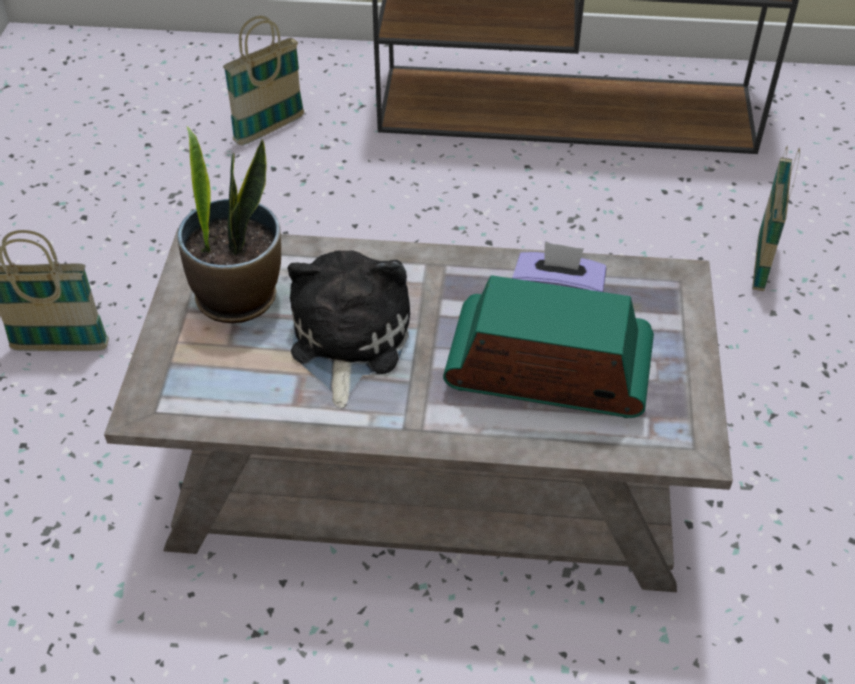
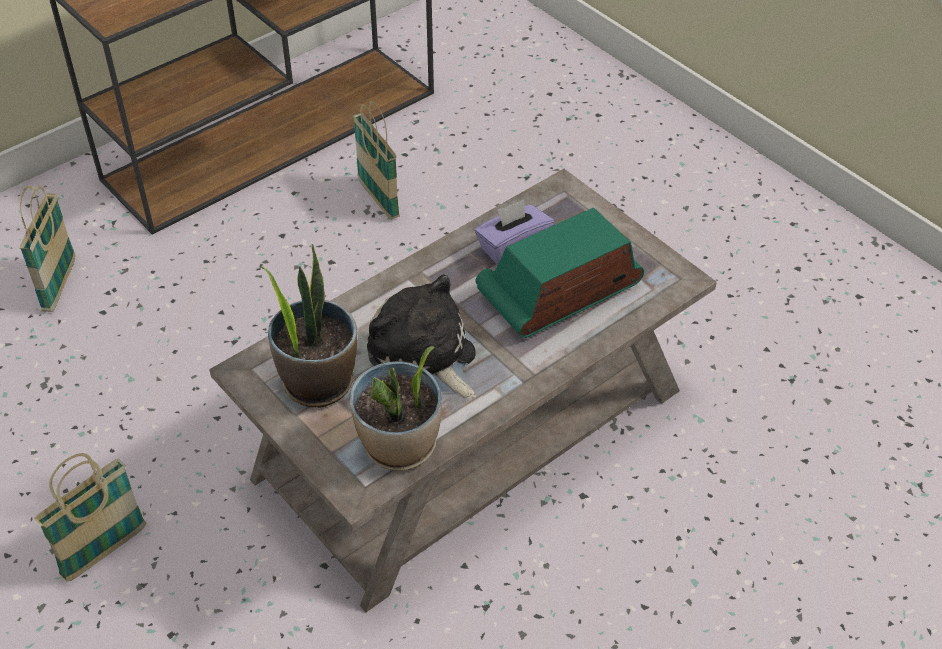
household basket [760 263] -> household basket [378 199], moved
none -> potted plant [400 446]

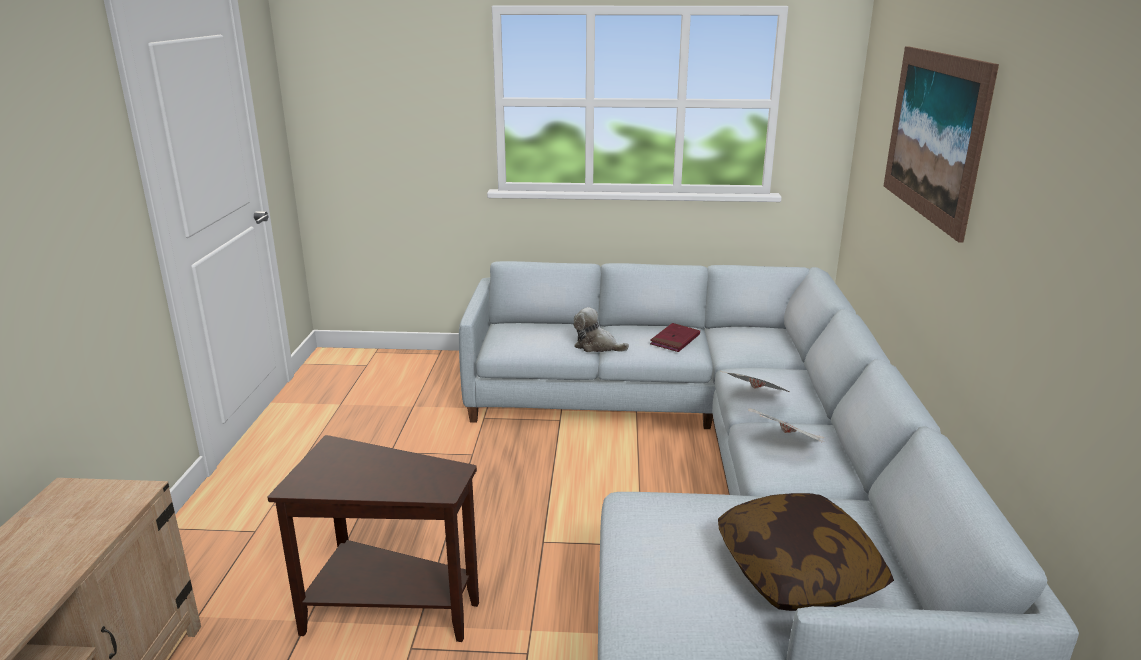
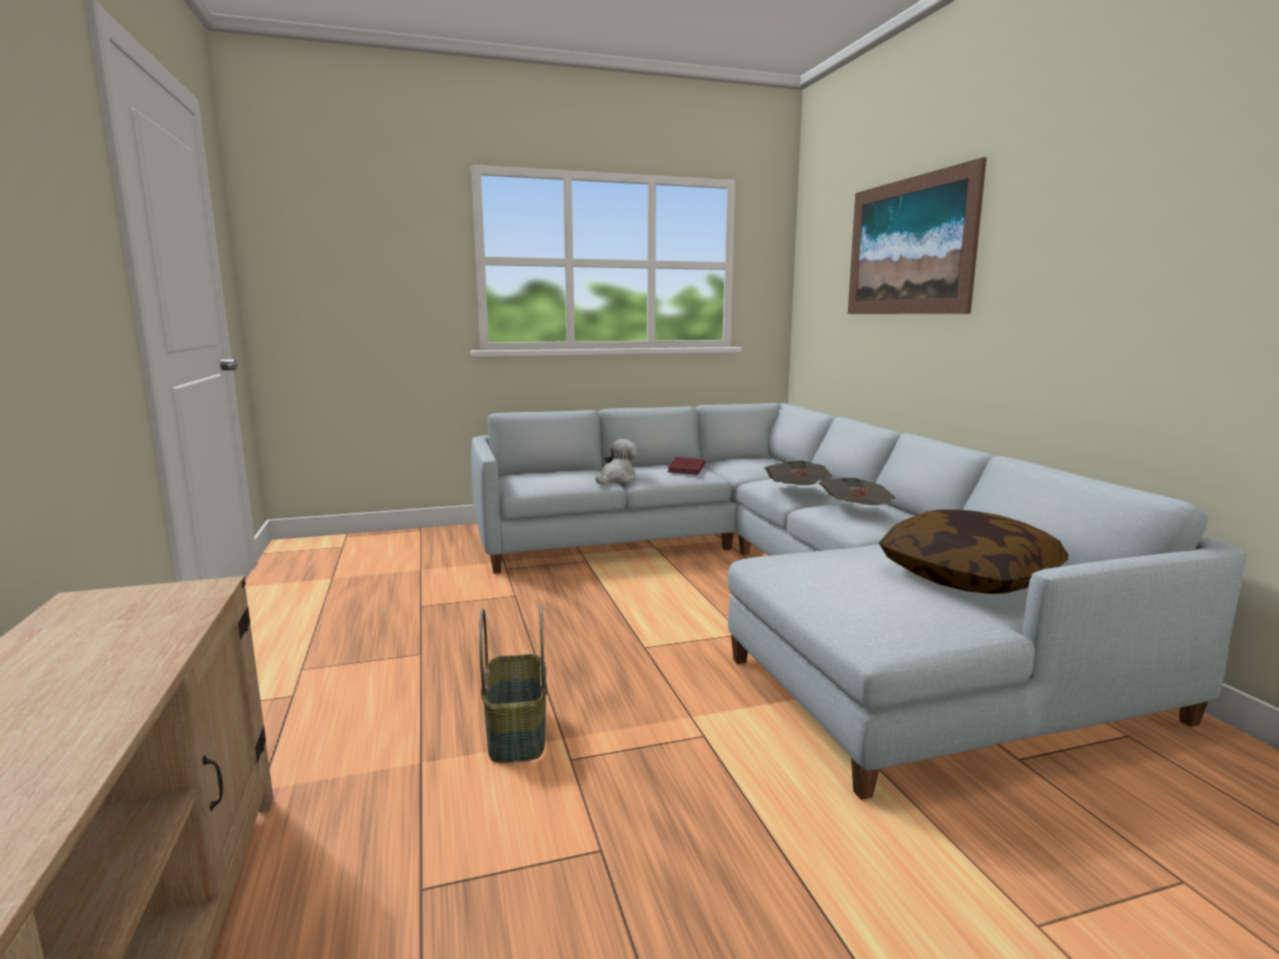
plush toy [597 346] -> plush toy [617 479], 120 degrees clockwise
brown-coloured end table [386 610] -> household basket [515 732]

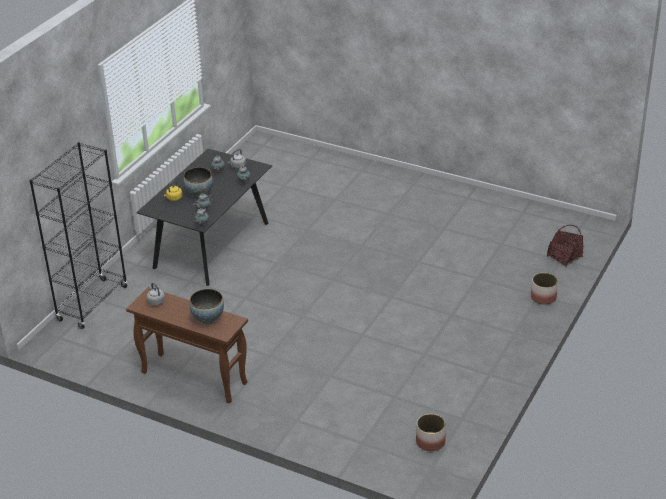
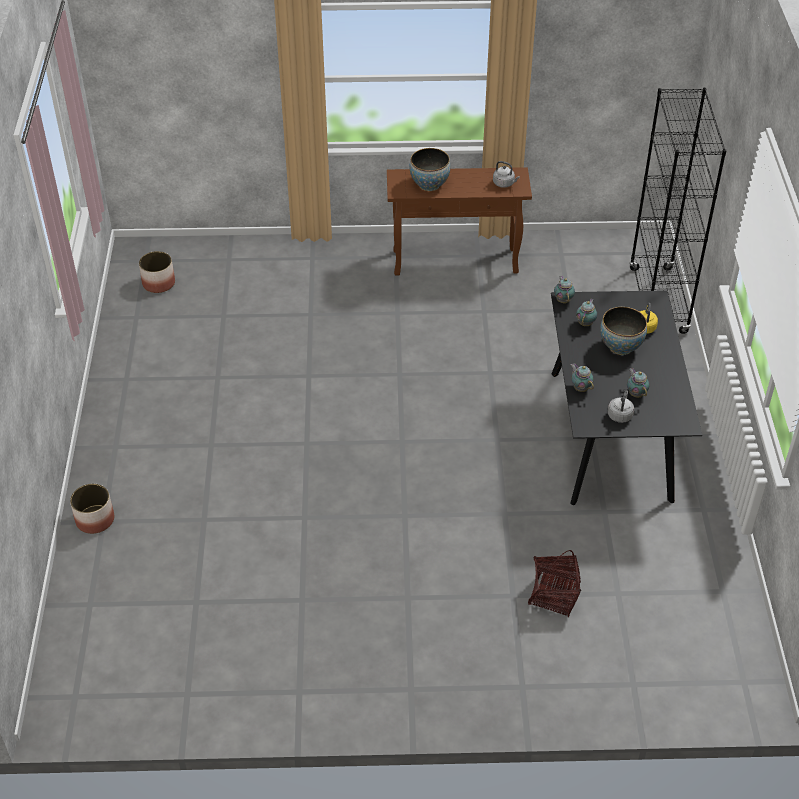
household basket [564 256] -> household basket [553 595], moved

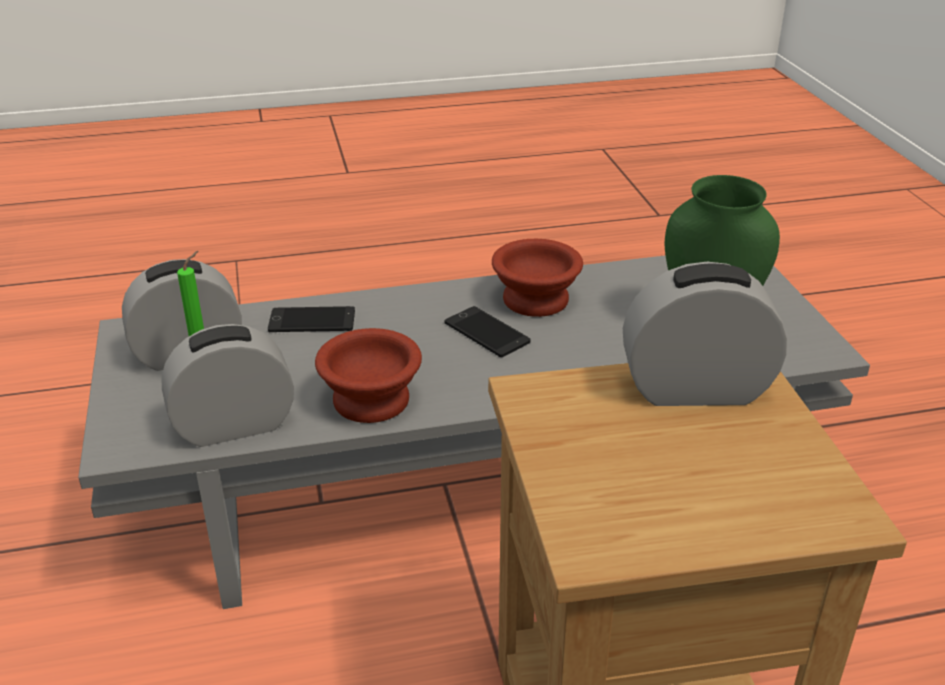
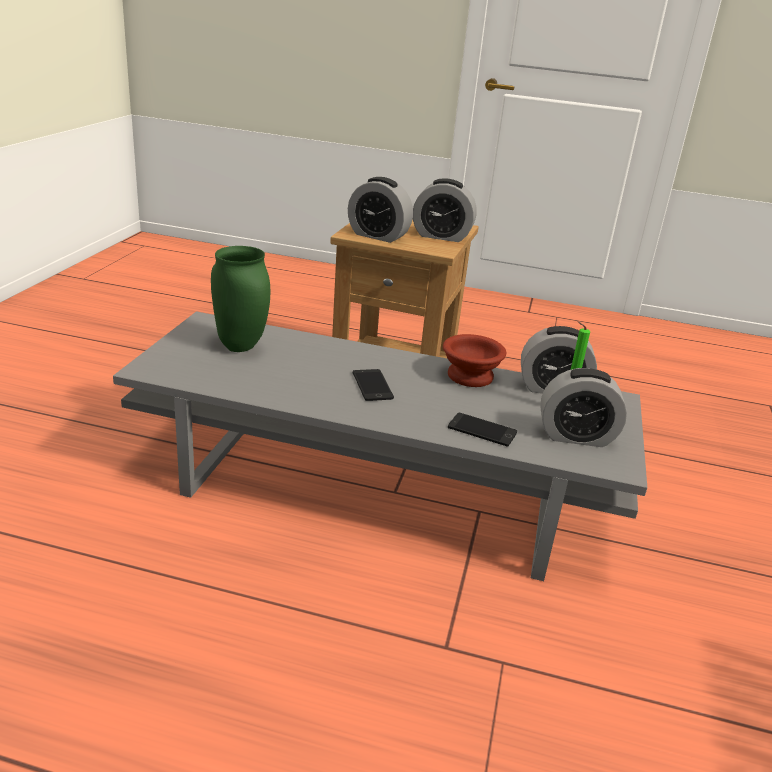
brown-coloured bowl [534 301] -> none
none -> table clock [441 236]

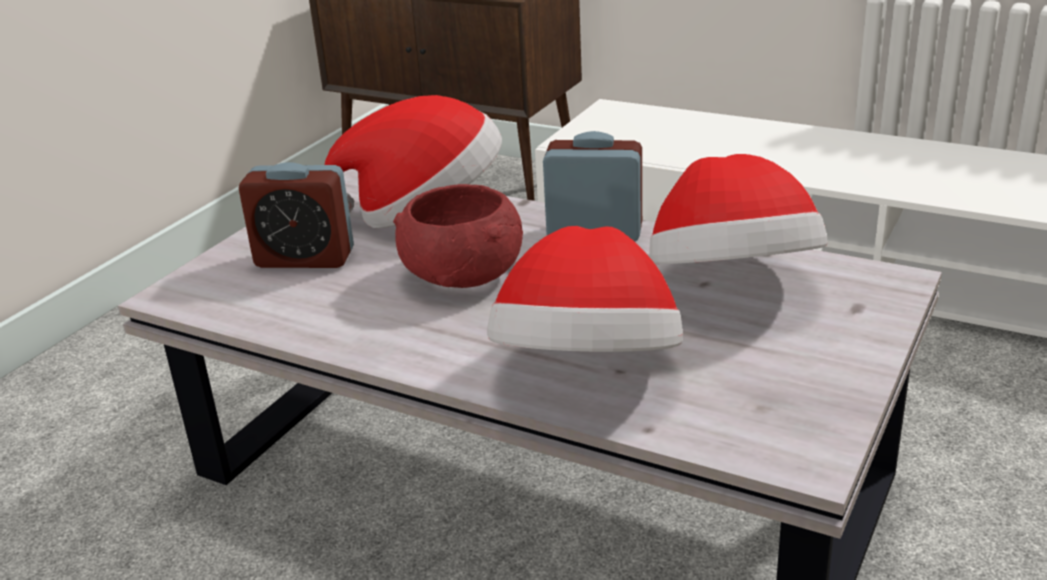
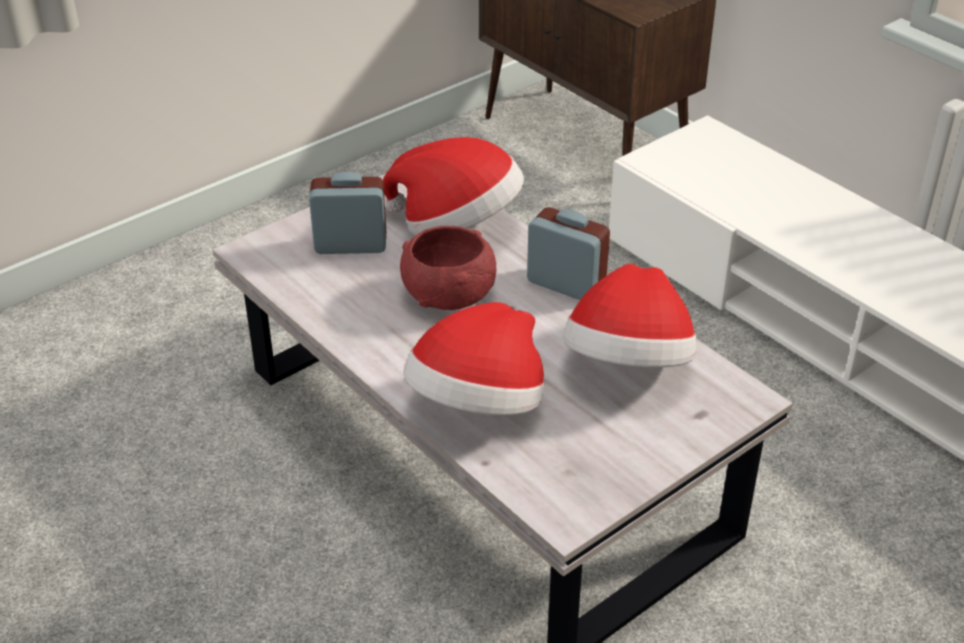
table clock [305 258] -> table clock [350 244], 150 degrees clockwise

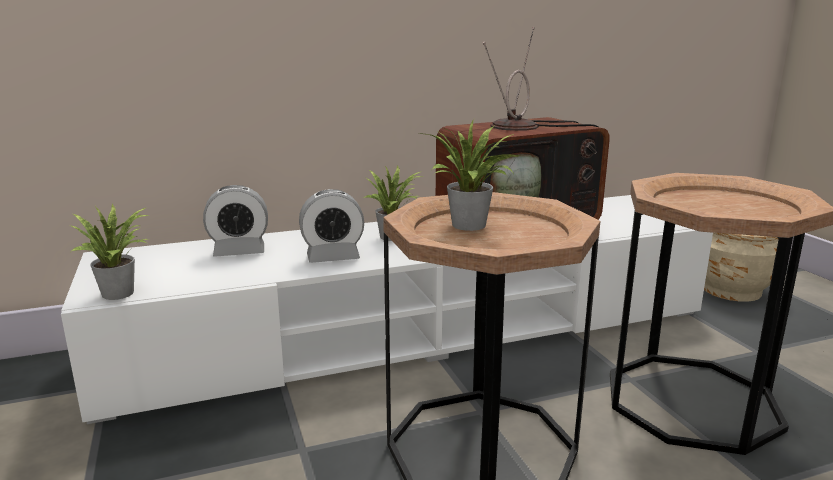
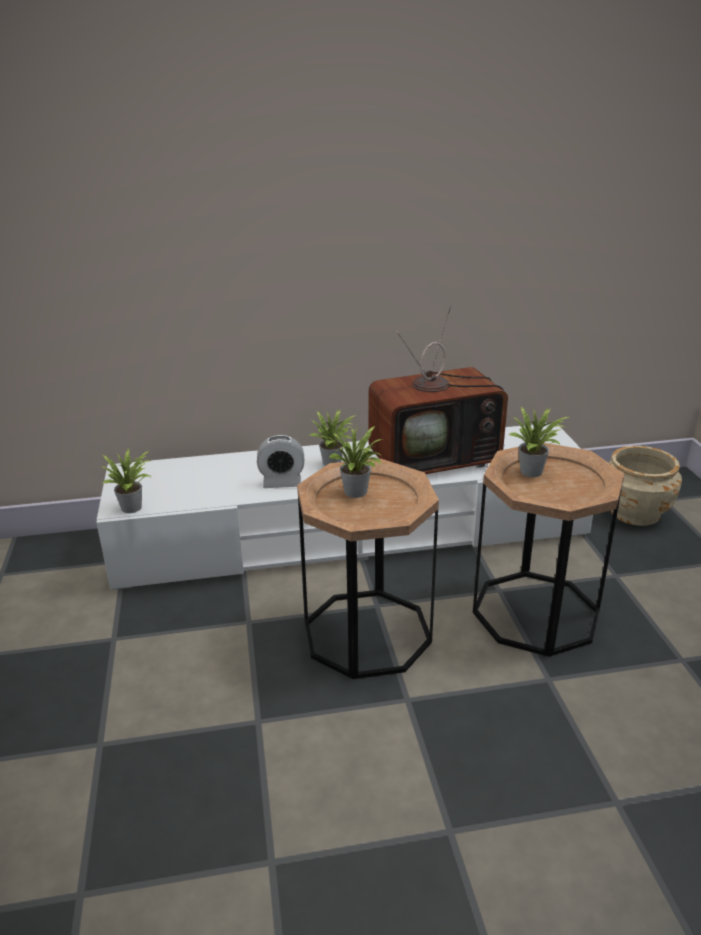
table clock [239 252] -> none
none -> potted plant [534 472]

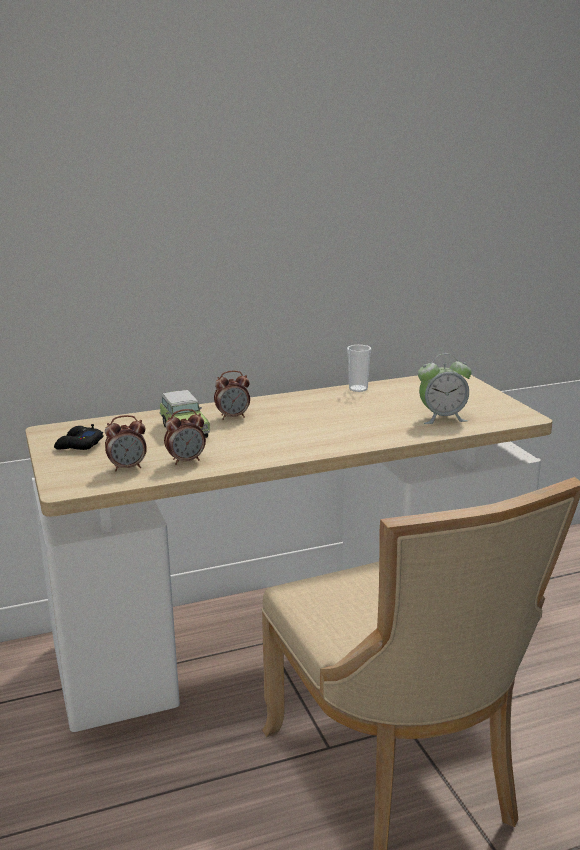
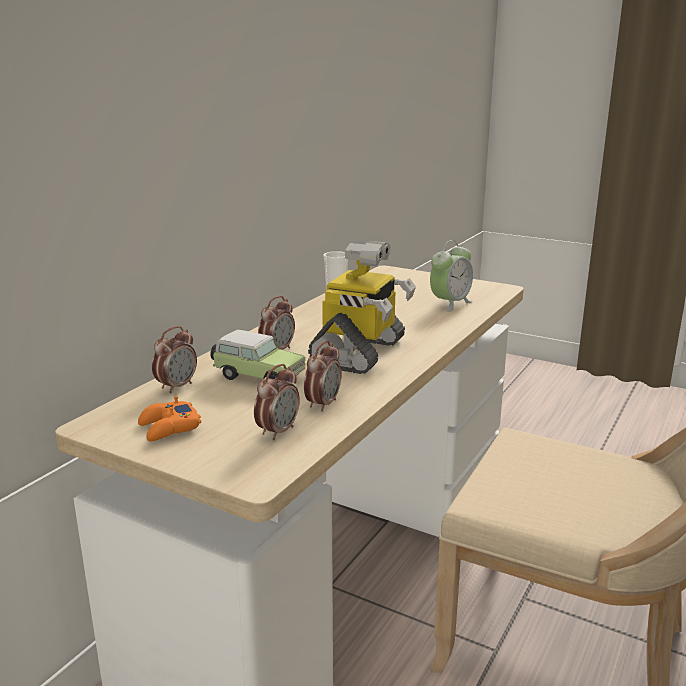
black-coloured game controller [78 445] -> orangey game controller [169 428]
none -> model robot [360 353]
none -> table clock [177 386]

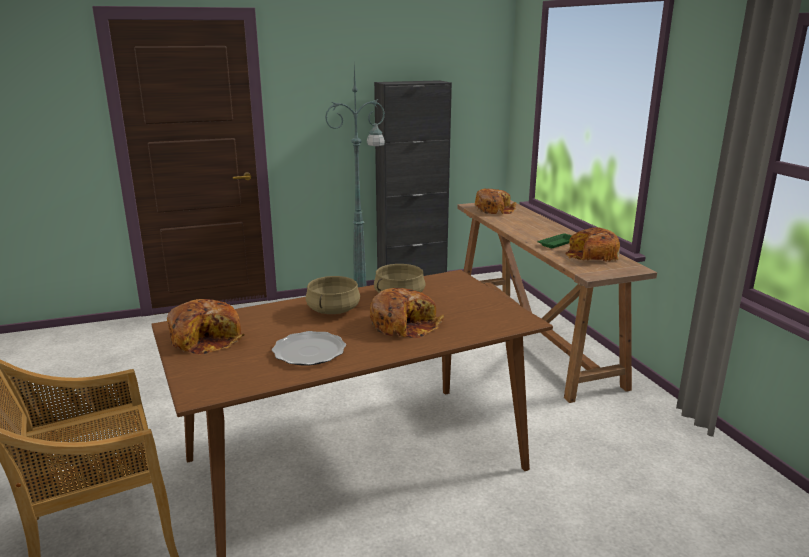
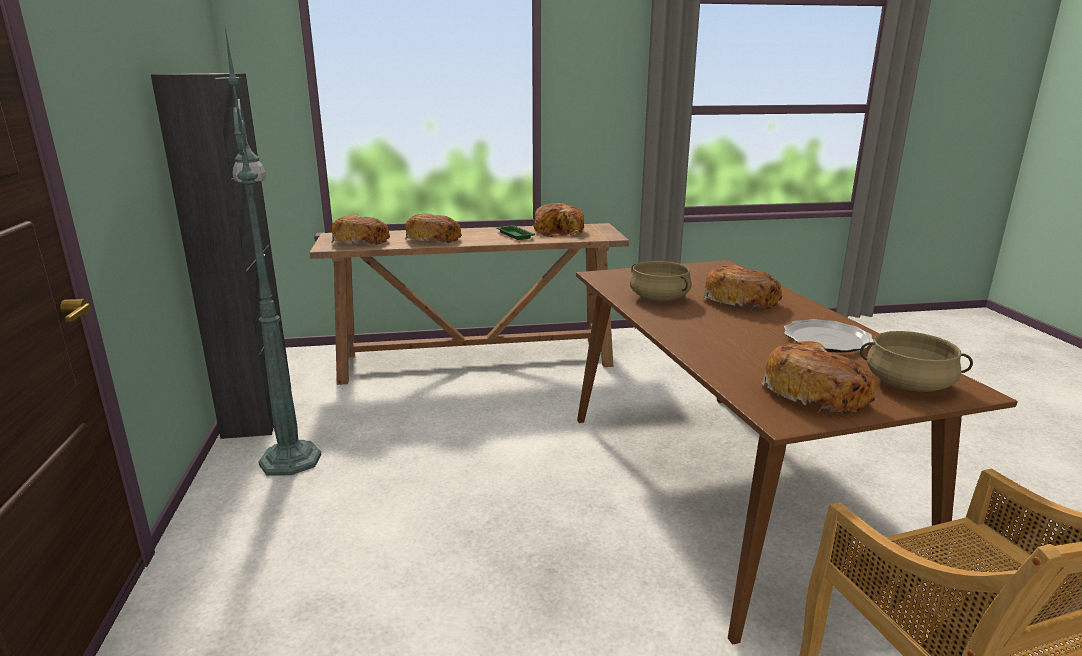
beige stockpot [333 310] -> beige stockpot [908 384], moved
none -> bakery bread [433 239]

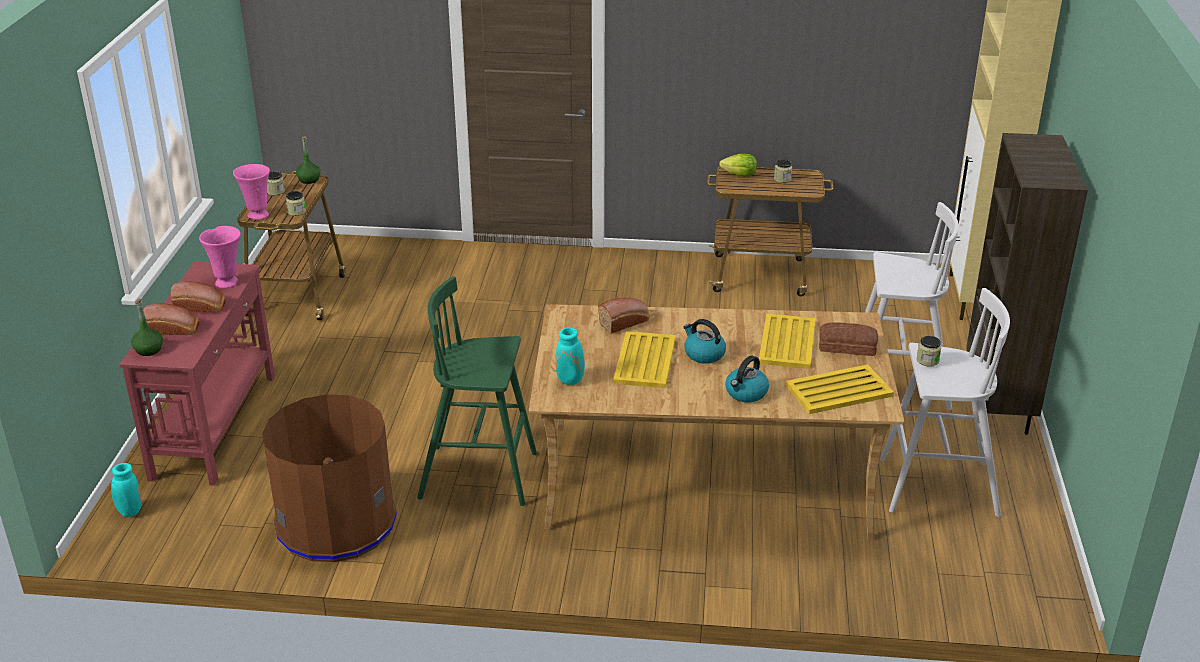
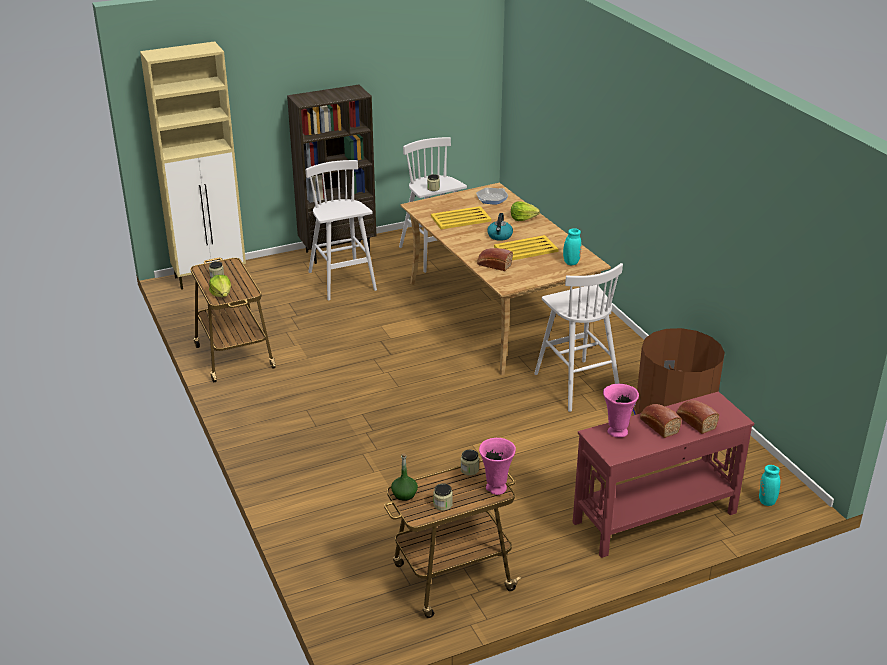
greenish sitting stool [481 476] -> whitish sitting stool [576 384]
greenish bottle [148 350] -> none
bakery bread [848 346] -> none
kettle [746 393] -> lettuce [523 218]
yellow-coloured carrying tray [840 390] -> pan [492 198]

